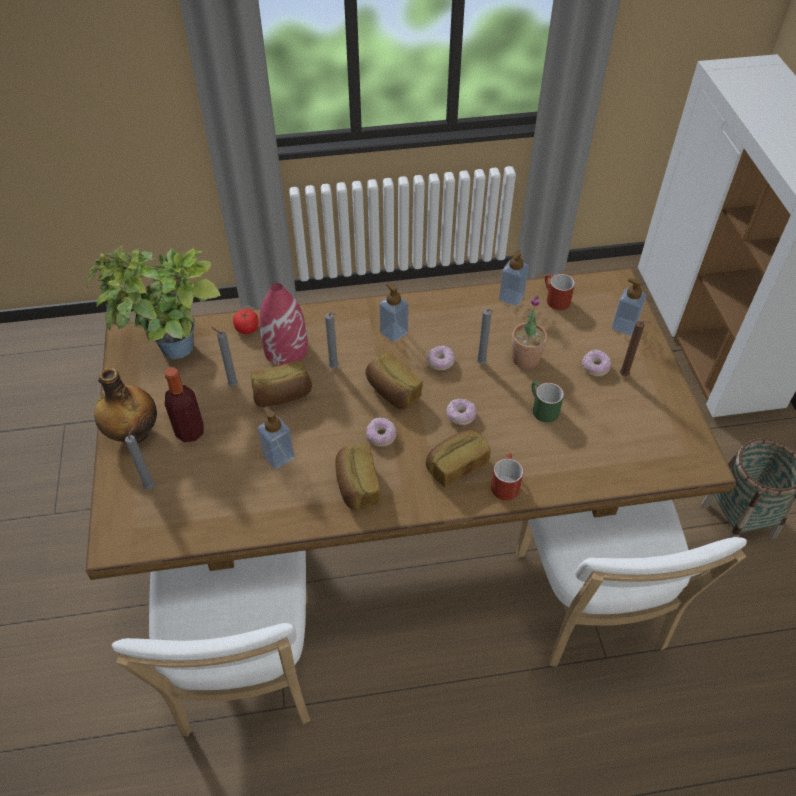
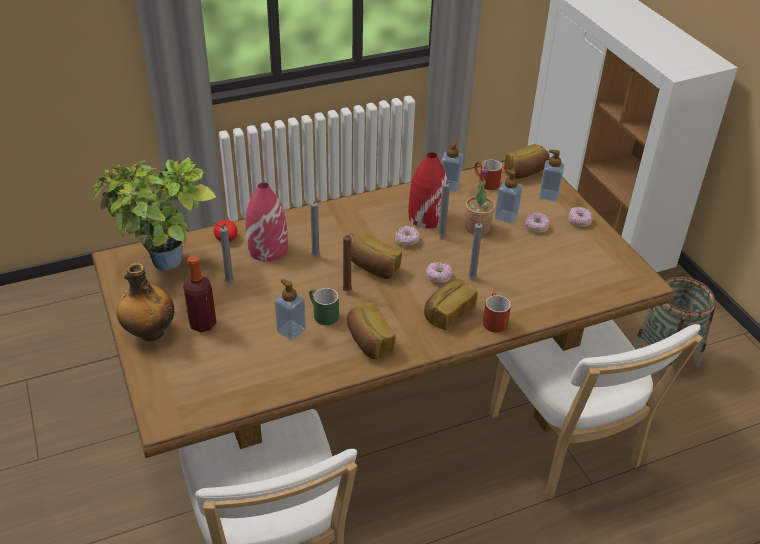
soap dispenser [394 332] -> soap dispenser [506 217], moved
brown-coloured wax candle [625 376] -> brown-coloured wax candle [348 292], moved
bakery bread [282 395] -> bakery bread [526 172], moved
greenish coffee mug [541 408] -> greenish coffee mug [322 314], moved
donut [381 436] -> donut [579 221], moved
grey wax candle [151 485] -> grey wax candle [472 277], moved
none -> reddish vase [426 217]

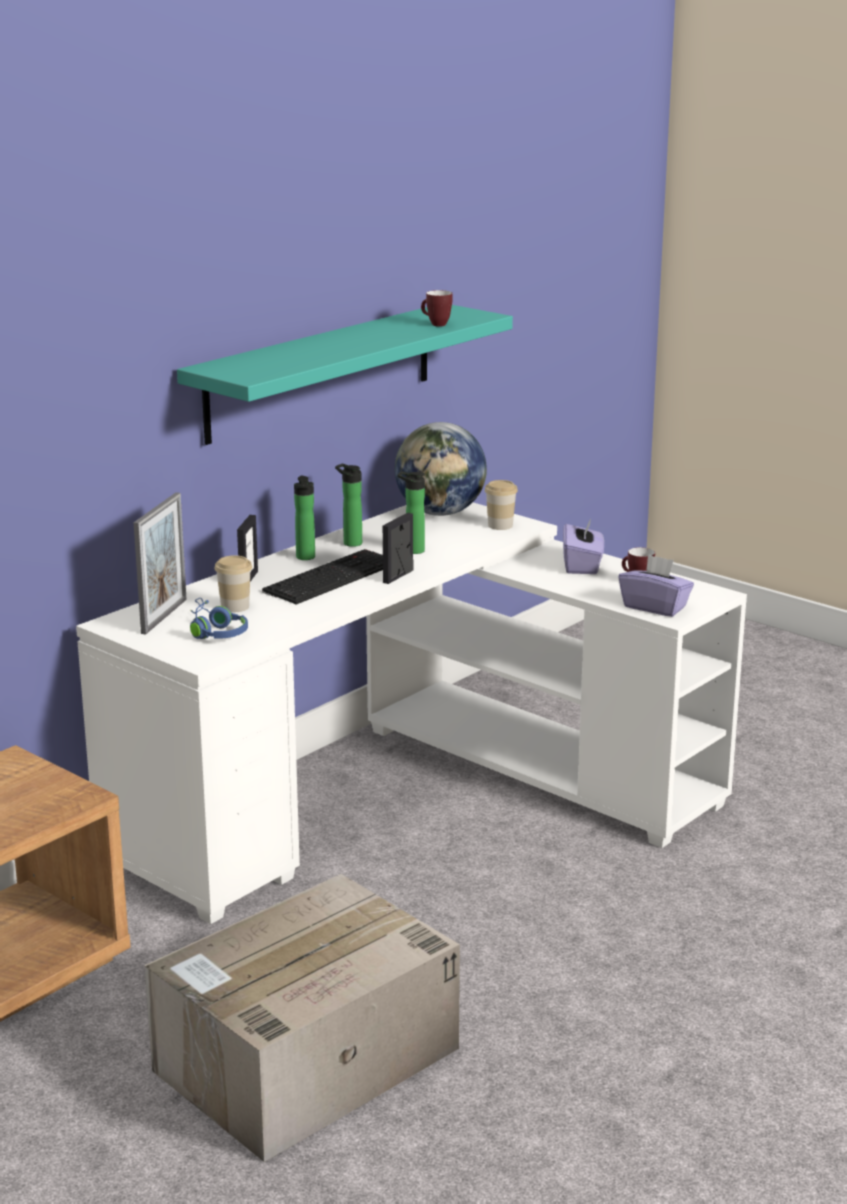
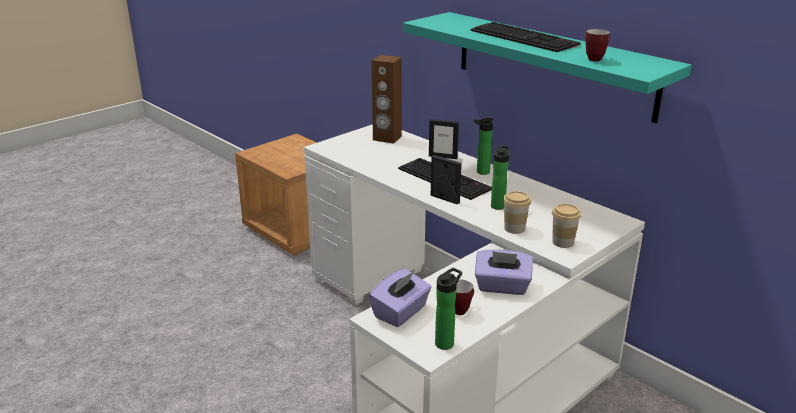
desk globe [440 513] -> none
bottle [350 543] -> bottle [446 342], moved
picture frame [164 616] -> brown-coloured loudspeaker [387 138]
cup [235 607] -> cup [514 228], moved
blue headset [215 631] -> none
packing box [304 1062] -> none
none -> computer keyboard [525 38]

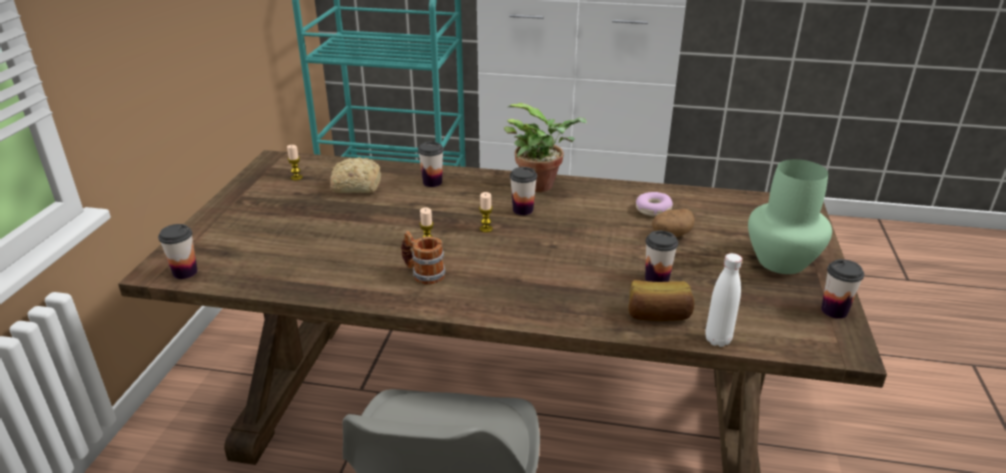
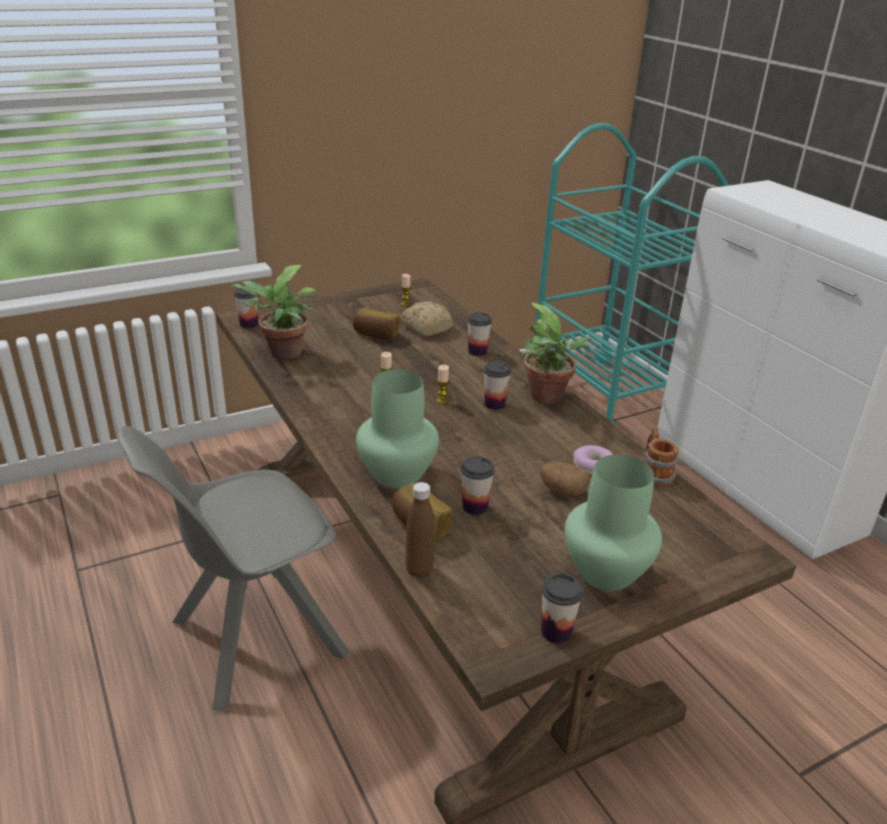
coffee mug [423 273] -> coffee mug [654 473], moved
whitish bottle [717 340] -> brown-coloured bottle [419 570]
none -> potted plant [282 354]
none -> bakery bread [376 335]
none -> greenish vase [397 473]

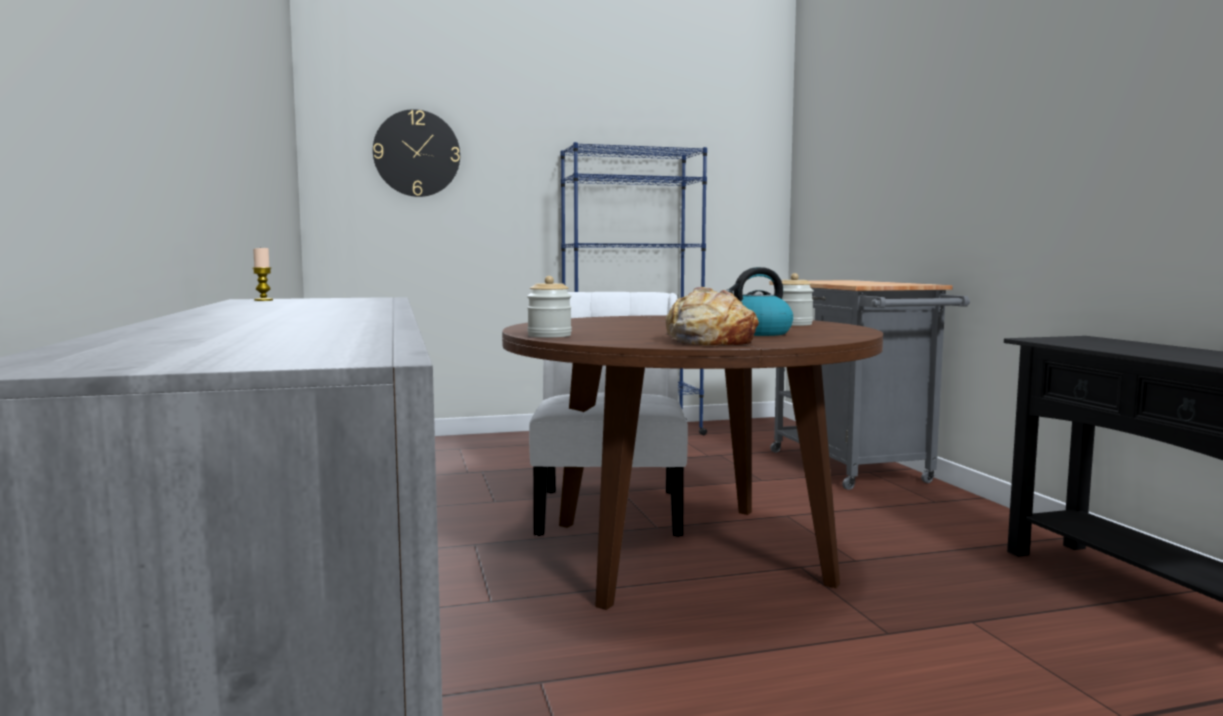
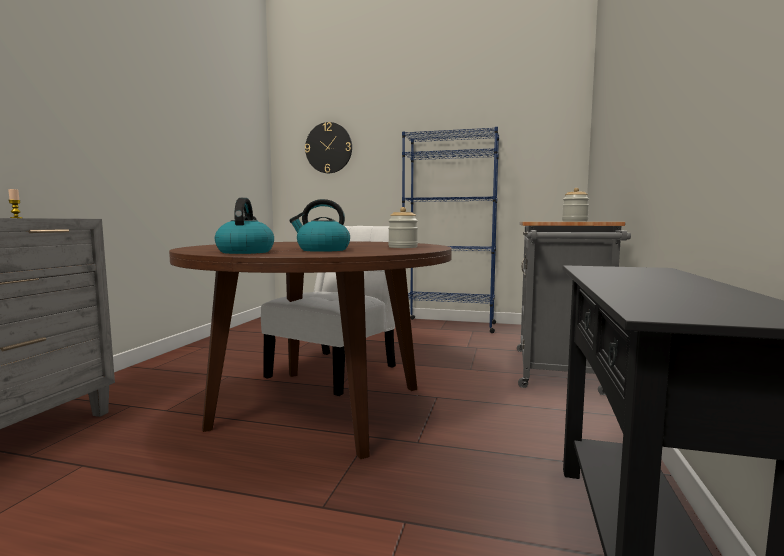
storage jar [549 336] -> storage jar [574 221], moved
bakery bread [708 341] -> kettle [245 252]

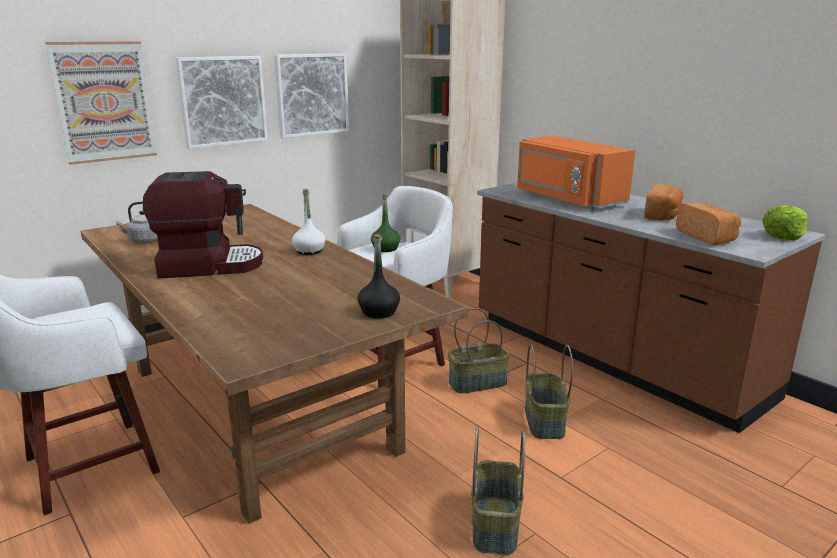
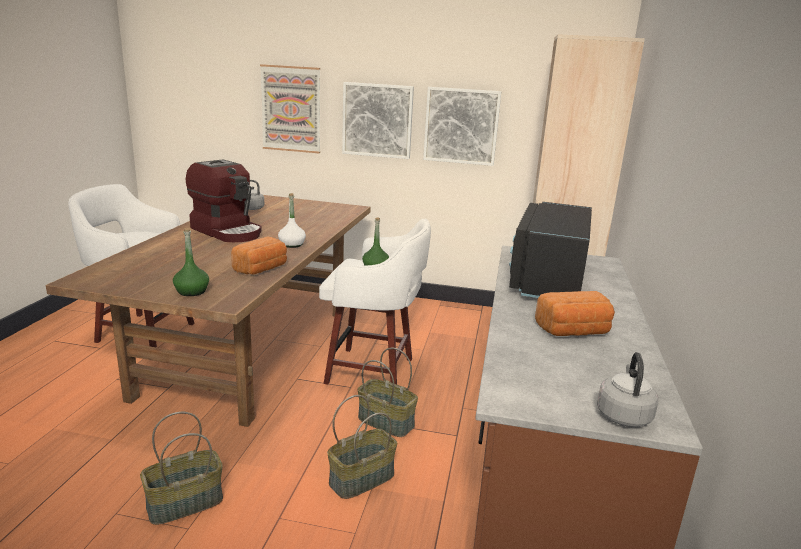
orangey microwave [567 199] -> black-coloured microwave [546 280]
bakery bread [707 237] -> bakery bread [262 269], moved
lettuce [783 236] -> grey kettle [623 414]
black-coloured bottle [379 312] -> greenish bottle [192 291]

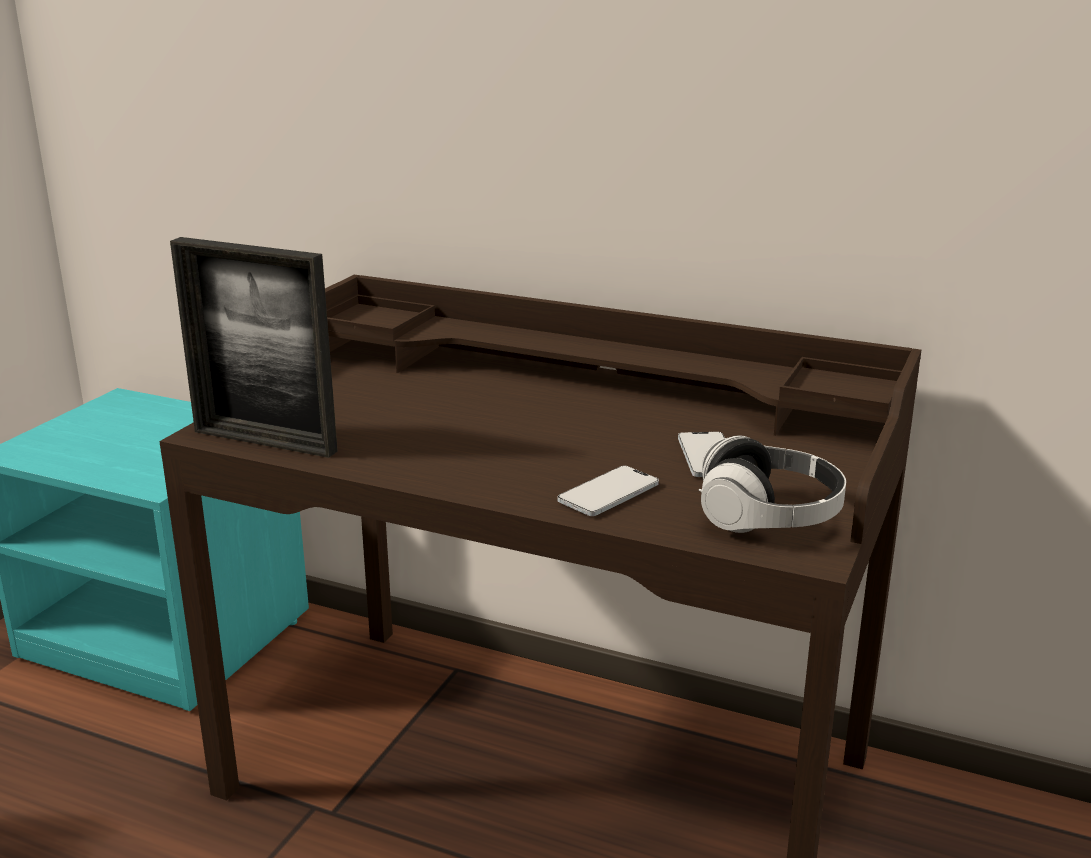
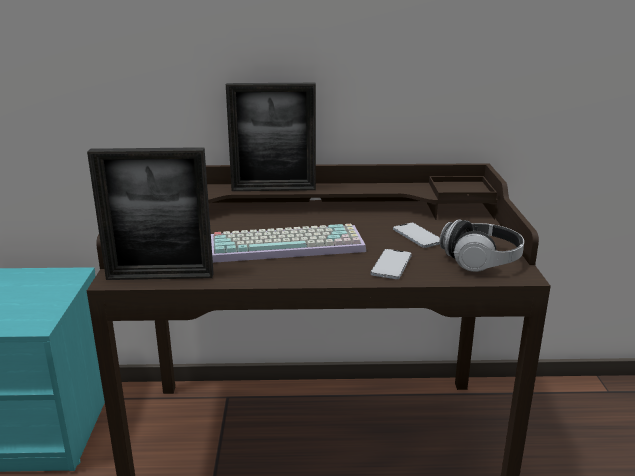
none -> picture frame [273 189]
none -> computer keyboard [288 244]

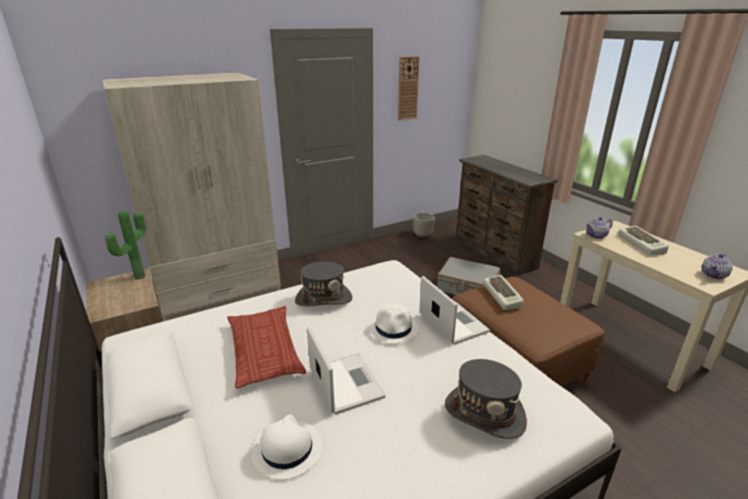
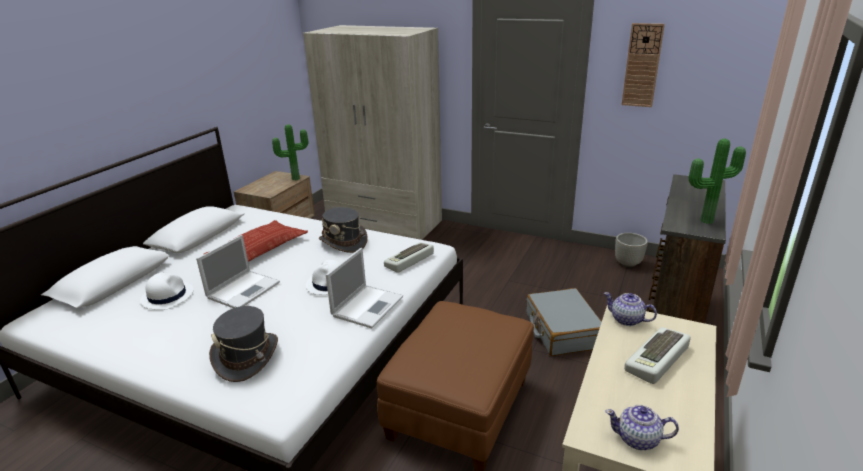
computer keyboard [503 296] -> computer keyboard [410 261], moved
none -> potted plant [705 220]

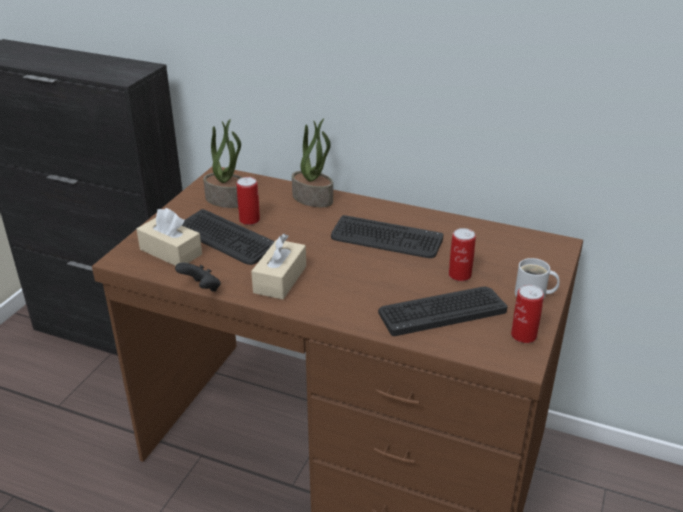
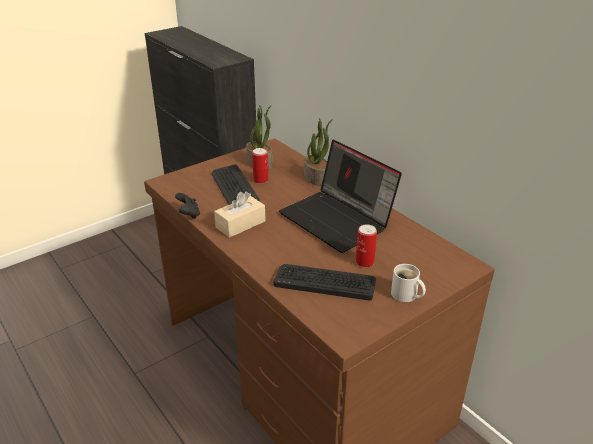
beige box of tissues [171 252] -> none
computer keyboard [386 239] -> laptop [338 220]
metal can [523 335] -> none

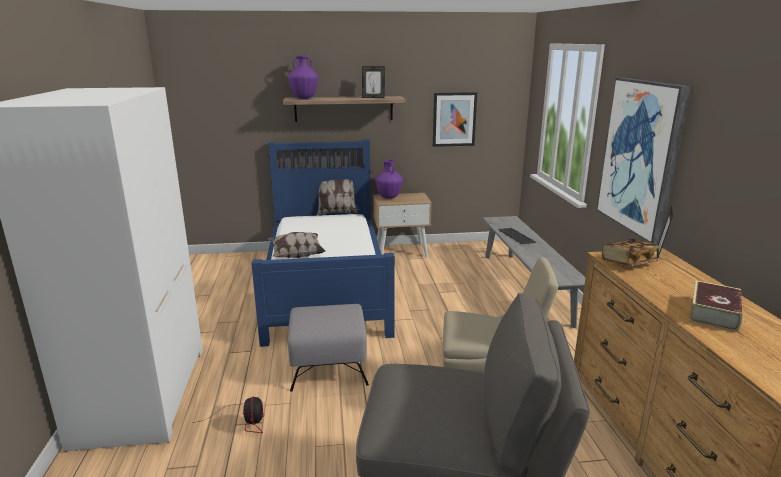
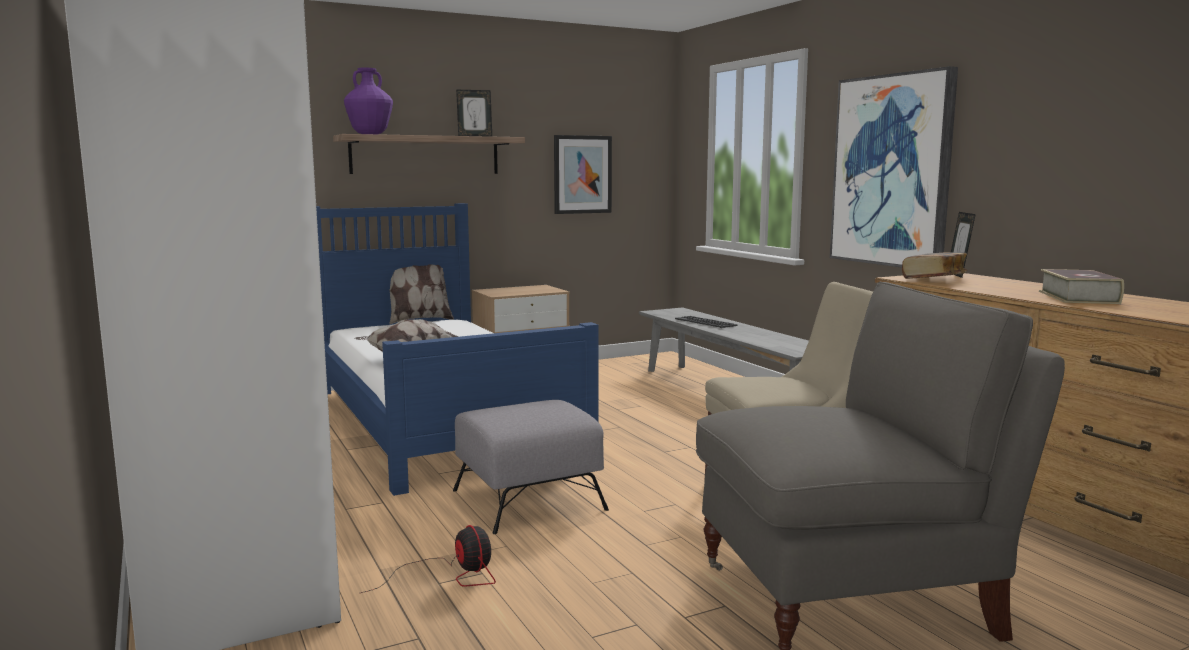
purplish vase [388 197] -> none

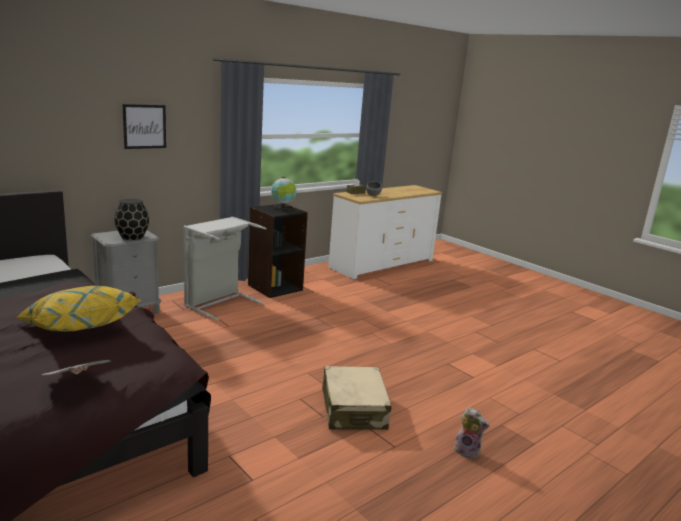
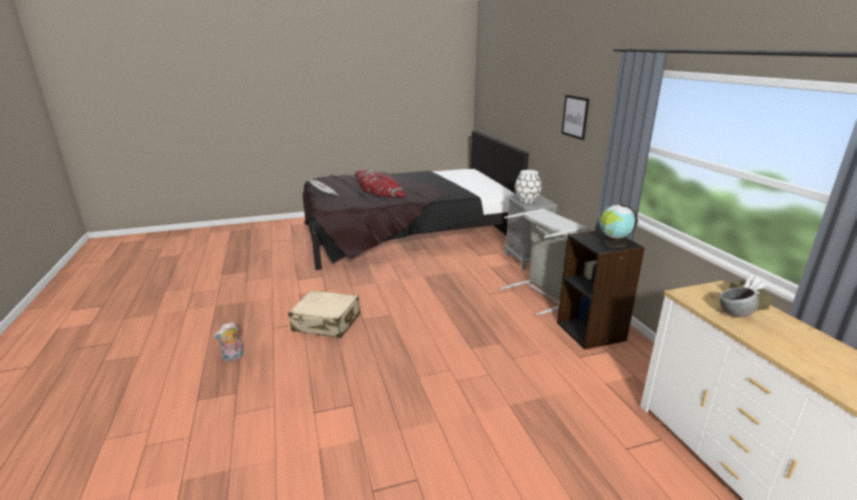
black-coloured vase [132 237] -> whitish vase [526 200]
yellow-coloured pillow [78 328] -> reddish pillow [380 195]

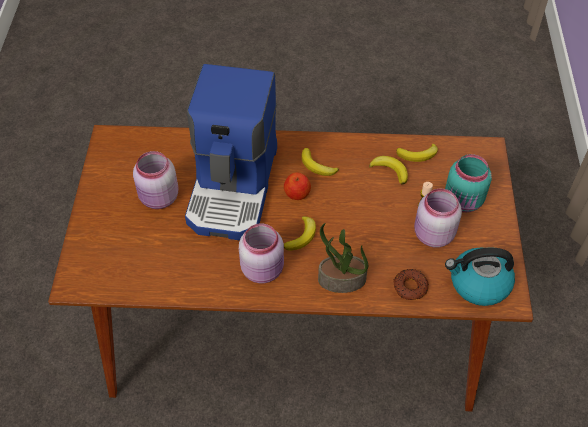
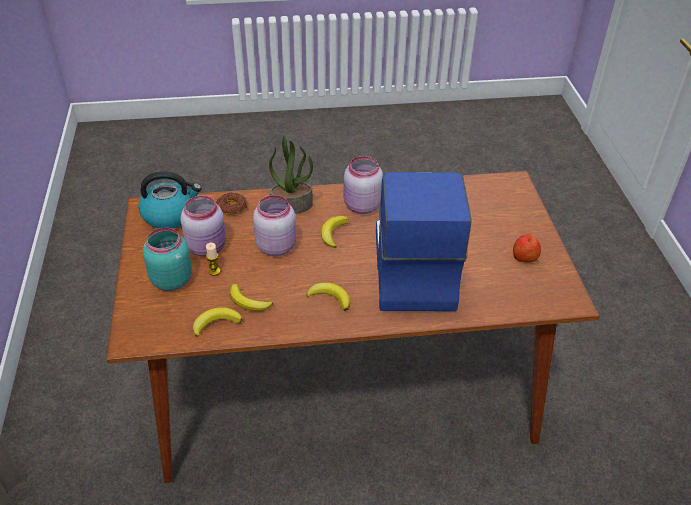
pink storage jar [159 199] -> pink storage jar [276 246], moved
apple fruit [297 193] -> apple fruit [524 257], moved

